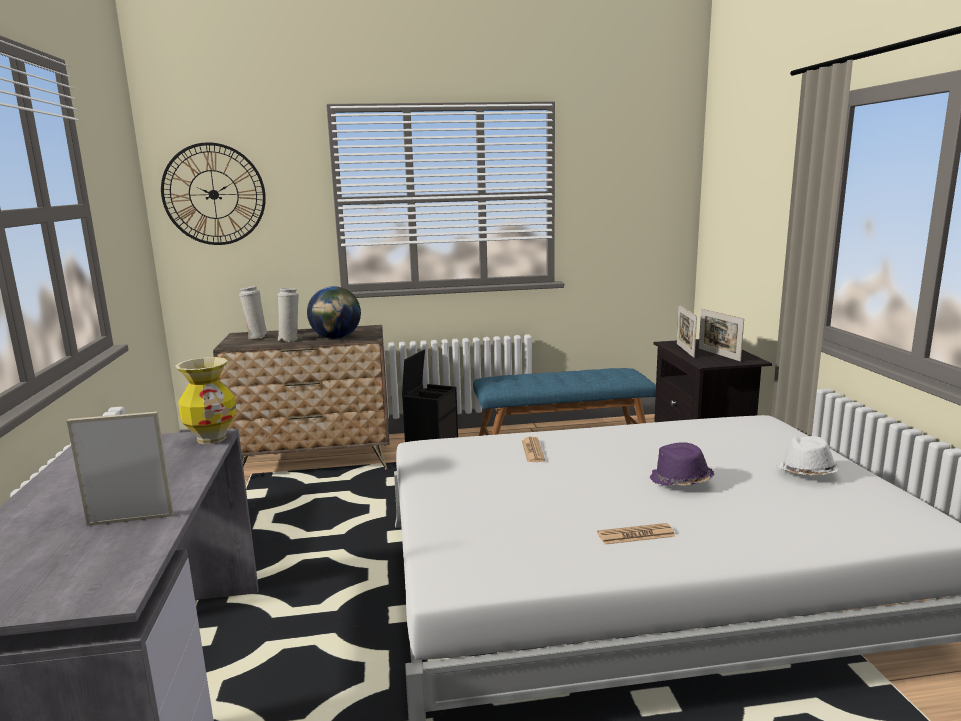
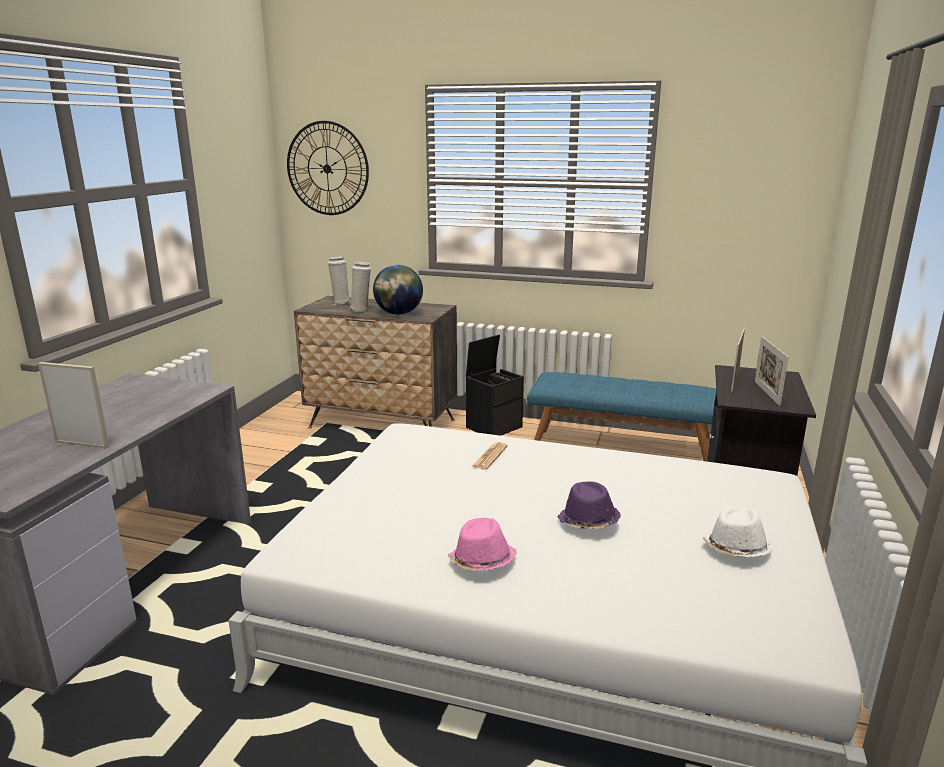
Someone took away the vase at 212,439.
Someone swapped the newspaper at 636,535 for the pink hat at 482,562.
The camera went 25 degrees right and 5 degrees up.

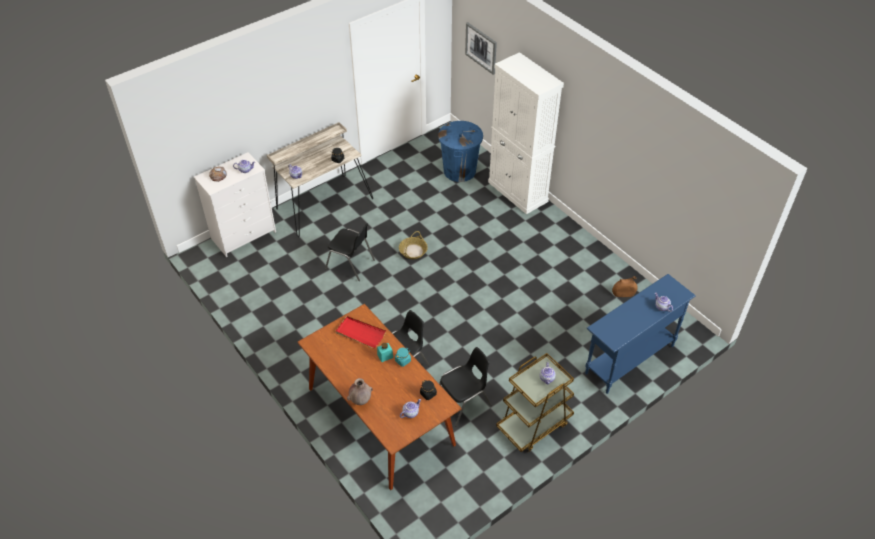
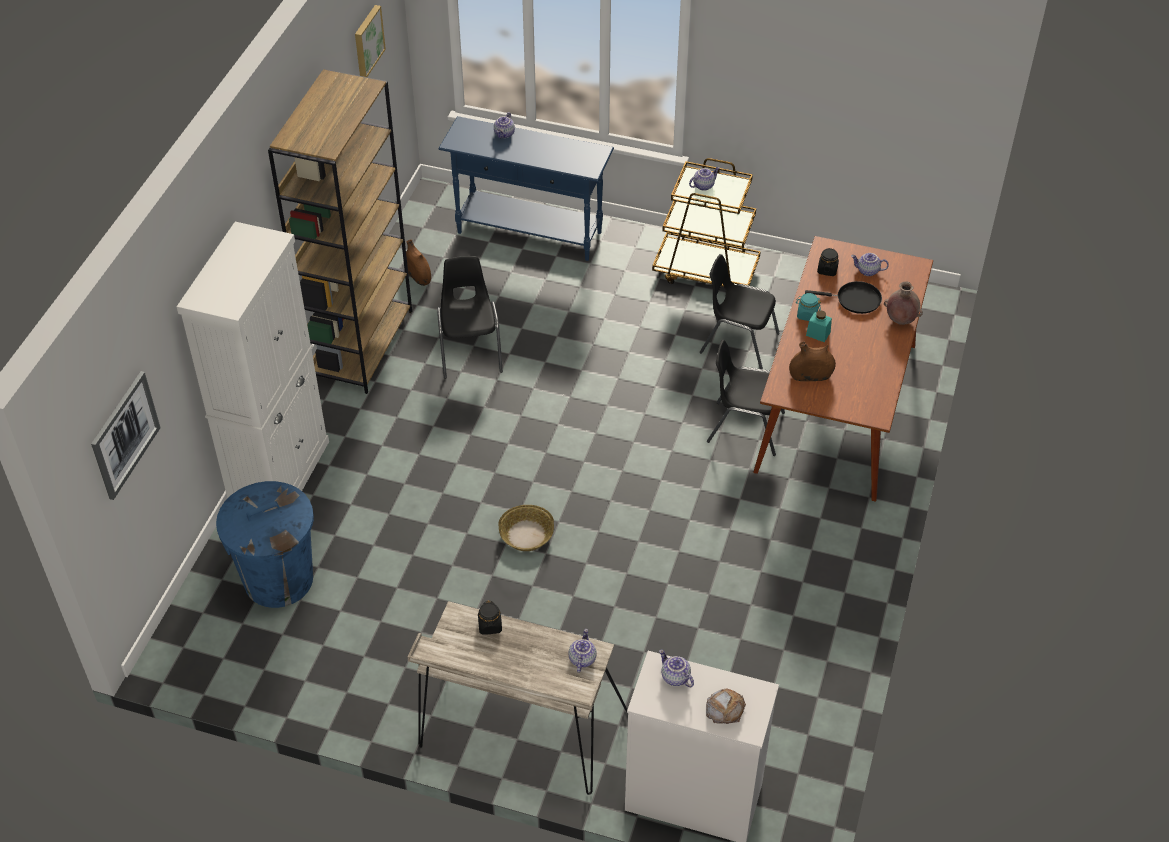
Someone carried the black chair from 351,264 to 470,351.
Someone swapped the red tray at 360,333 for the brown vase at 810,376.
Someone put up the picture at 367,41.
Someone put down the brown bookcase at 361,344.
Someone put down the black frying pan at 855,300.
The camera went 125 degrees left and 0 degrees up.

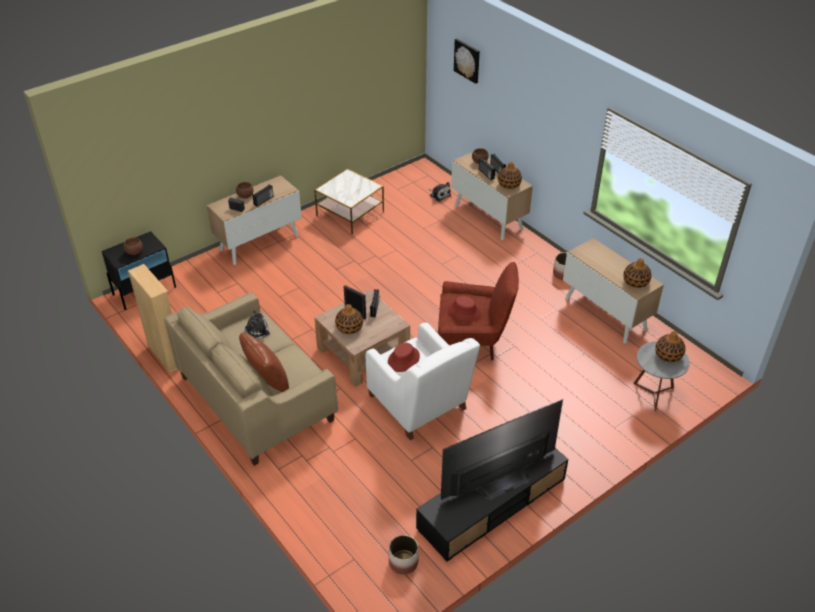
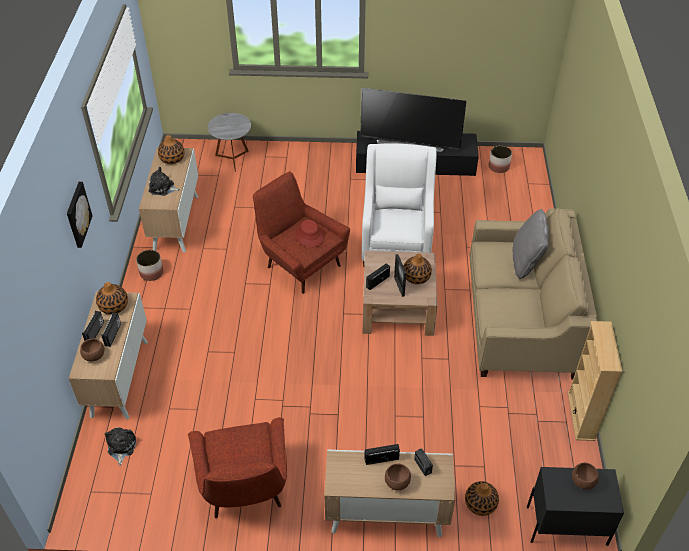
Someone carried the picture from 467,60 to 77,214.
Someone swapped the side table at 350,214 for the red armchair at 245,489.
Someone carried the plush toy from 255,331 to 163,188.
Someone carried the vase from 668,355 to 480,503.
Someone repainted the brown pillow at 267,381, which became the grey pillow at 526,262.
Someone took away the red hat at 403,359.
The camera went 140 degrees left and 5 degrees up.

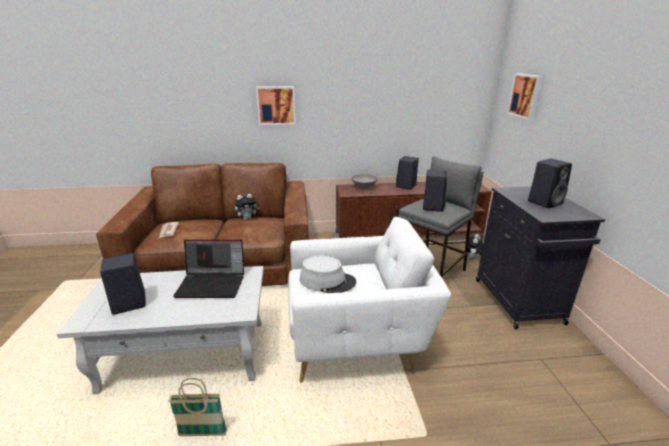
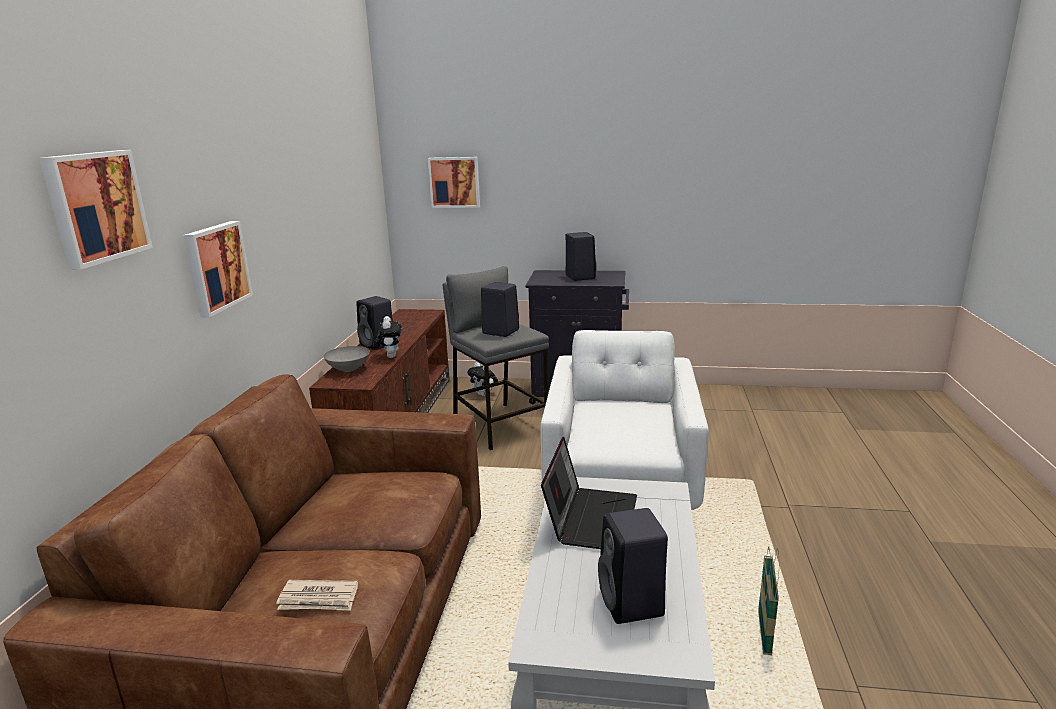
Someone carried the plush toy from 247,218 to 389,356.
Someone took away the grey hat at 327,281.
Someone put up the picture at 95,207.
The camera went 75 degrees left and 5 degrees down.

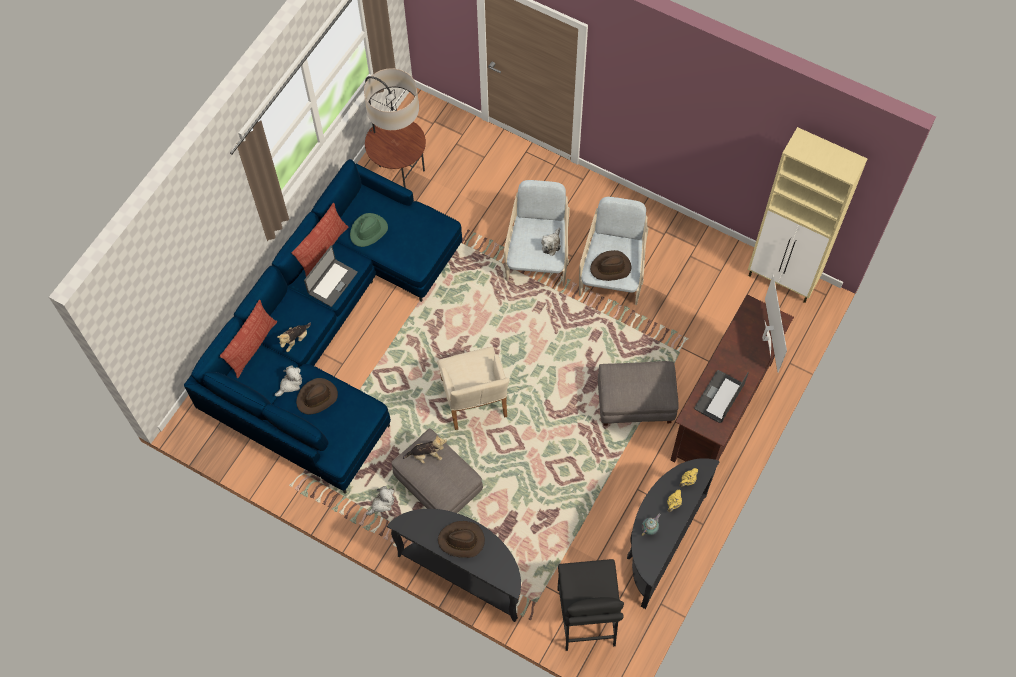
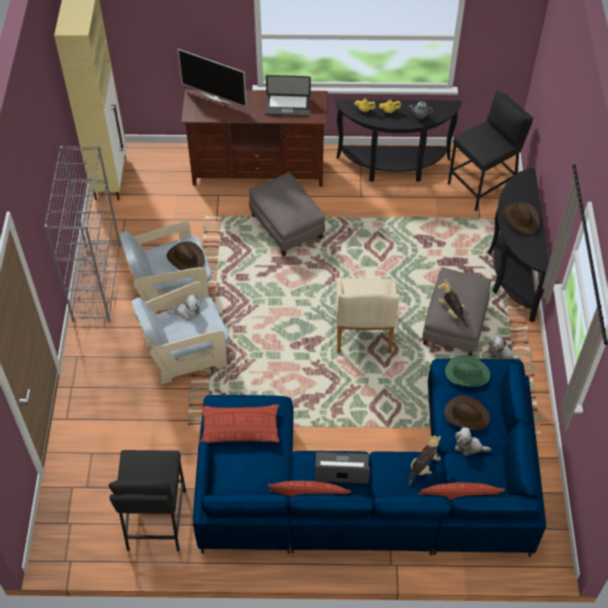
Someone swapped the floor lamp at 399,176 for the black stool at 155,520.
Someone carried the green hat from 369,231 to 467,373.
Someone rotated the television at 766,338 by 120 degrees counterclockwise.
Someone rotated the plush toy at 295,340 by 60 degrees counterclockwise.
Someone rotated the beige armchair at 475,402 by 135 degrees clockwise.
Someone put down the grey bookcase at 97,282.
Someone put down the pillow at 240,427.
The camera went 120 degrees left and 10 degrees down.

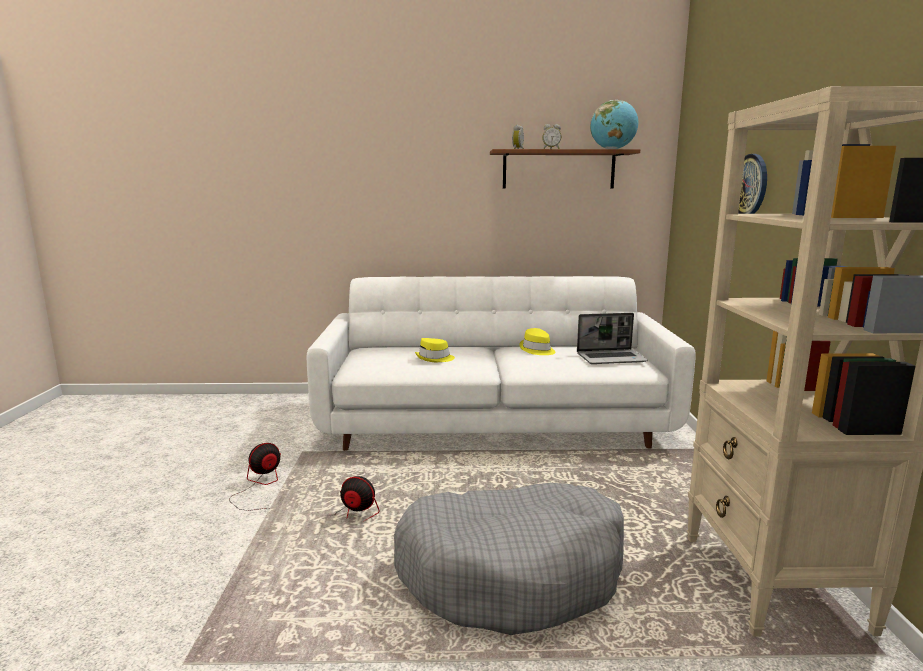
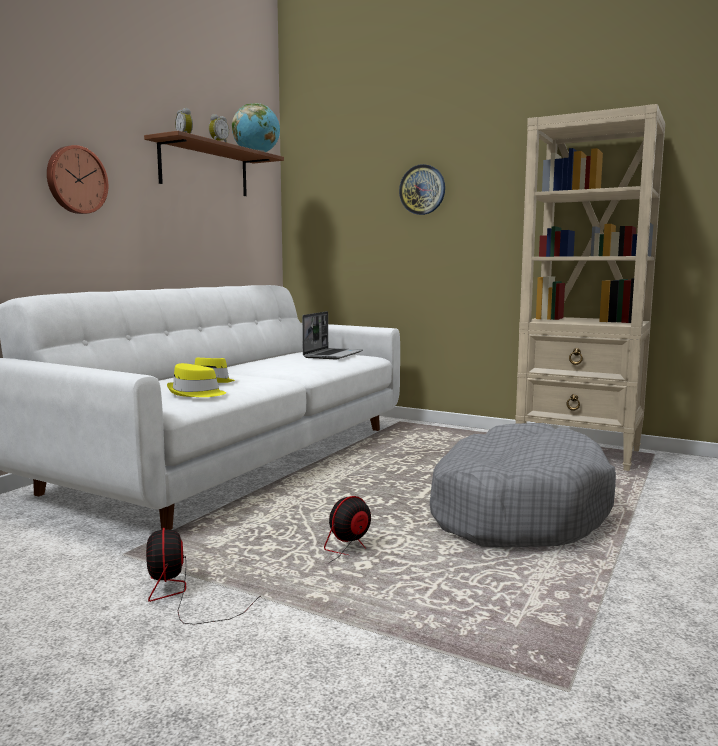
Someone carried the yellow hat from 537,350 to 196,393.
Someone put up the wall clock at 76,180.
The camera went 60 degrees left and 5 degrees down.

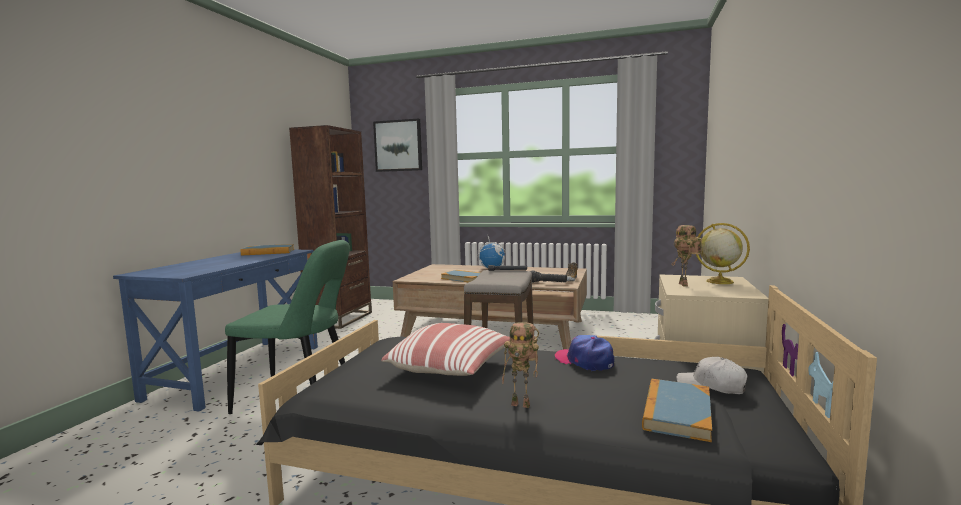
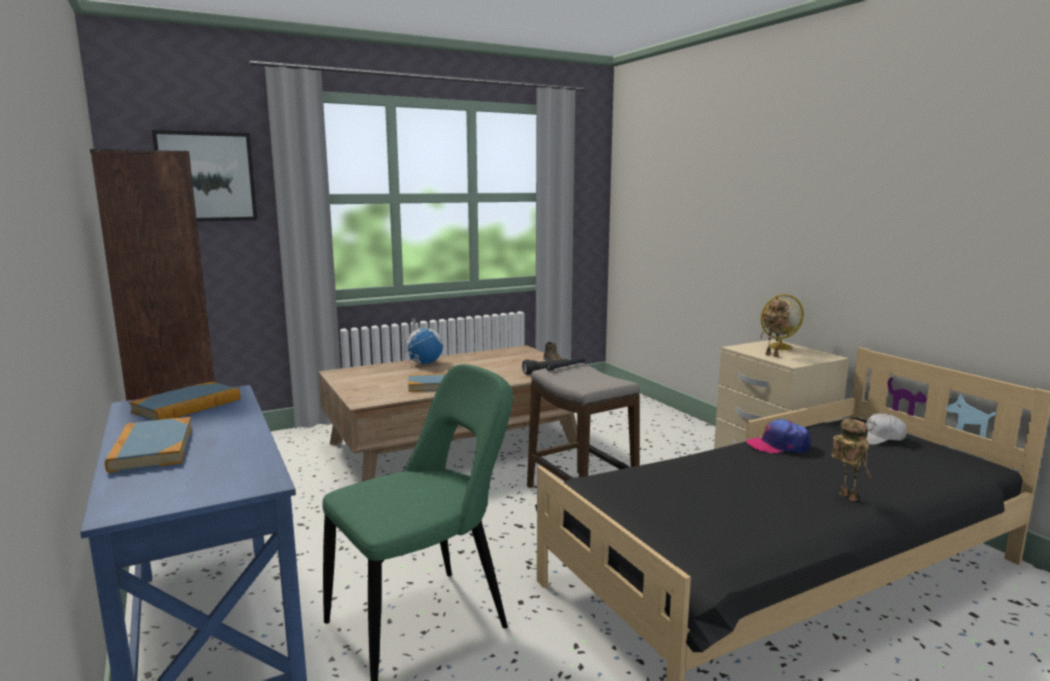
Someone rotated the toy robot at 522,404 by 90 degrees counterclockwise.
Someone took away the pillow at 452,368.
Someone carried the book from 677,412 to 152,448.
The camera went 45 degrees left and 5 degrees up.

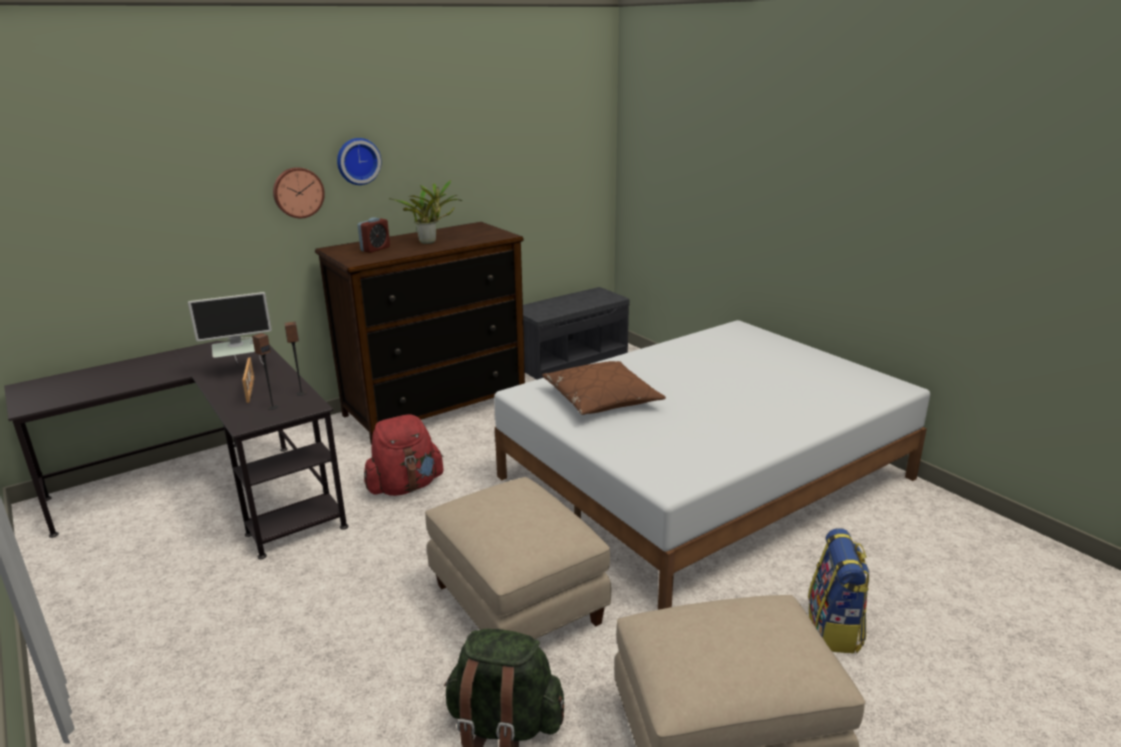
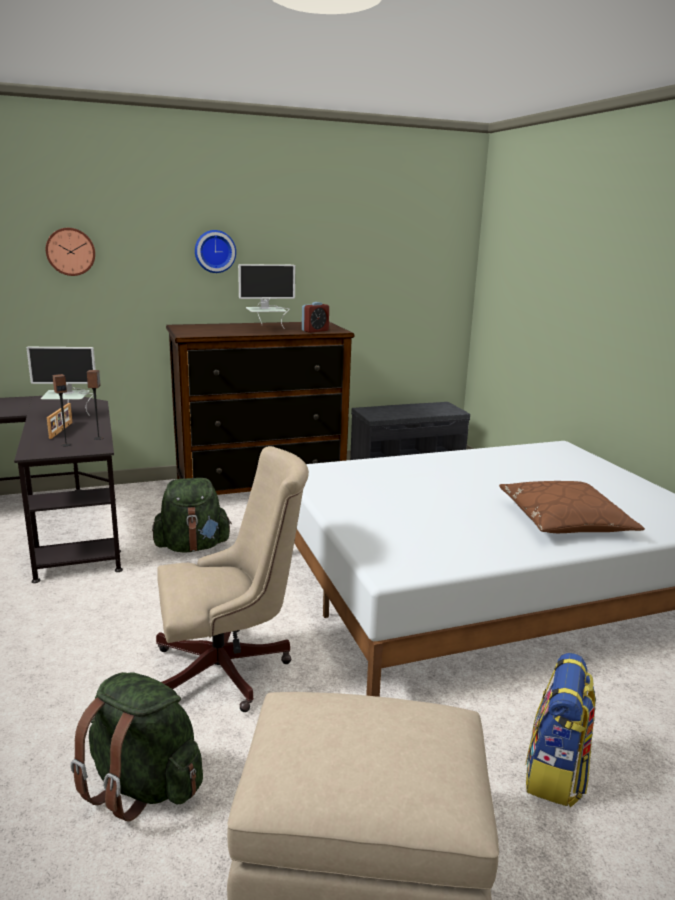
Someone carried the wall clock from 298,192 to 70,251.
Someone swapped the potted plant at 430,242 for the monitor at 266,329.
Someone carried the alarm clock from 375,249 to 315,331.
Someone carried the brown pillow from 601,399 to 564,521.
Someone repainted the red backpack at 405,487, which became the green backpack at 192,547.
Someone swapped the beige ottoman at 519,603 for the beige office chair at 230,669.
The camera went 15 degrees right and 5 degrees down.

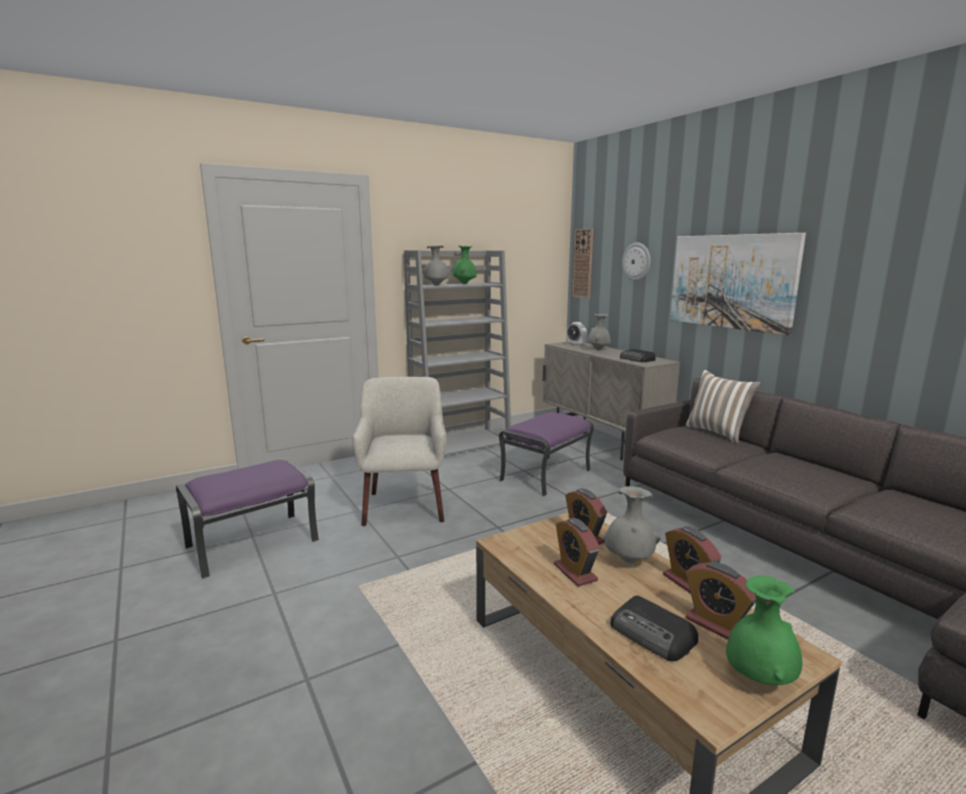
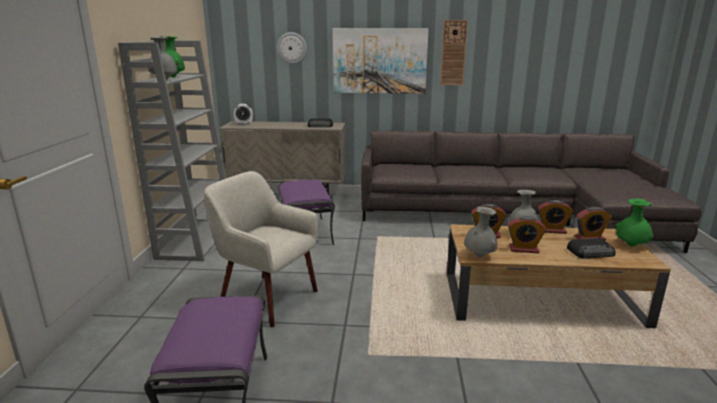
Someone carried the wall clock from 583,263 to 453,53.
Someone carried the grey vase from 598,349 to 479,256.
Someone took away the pillow at 717,432.
The camera went 55 degrees left and 5 degrees up.

